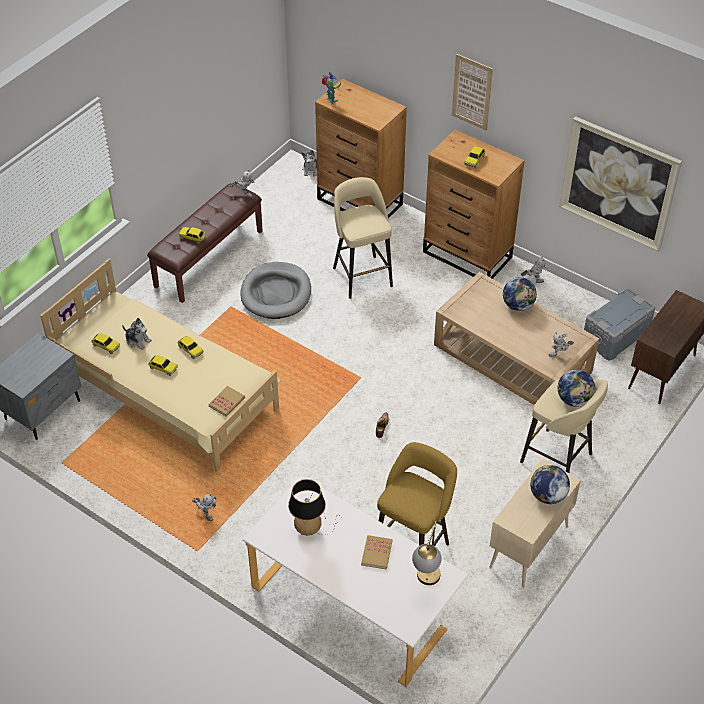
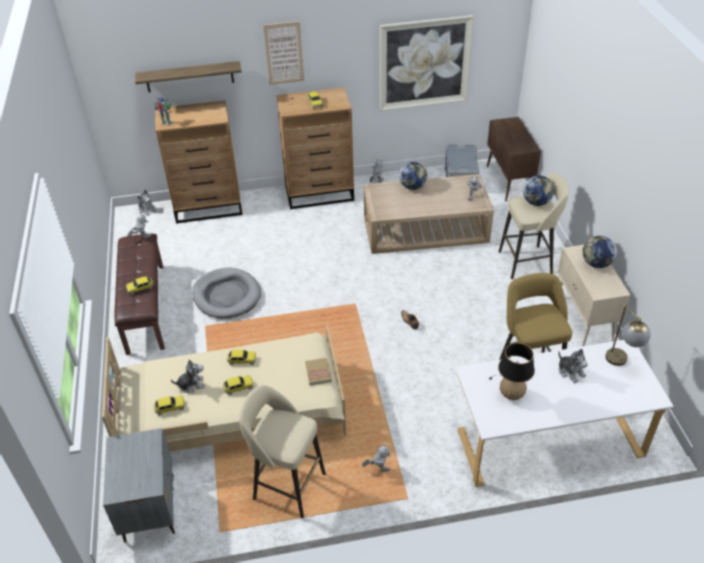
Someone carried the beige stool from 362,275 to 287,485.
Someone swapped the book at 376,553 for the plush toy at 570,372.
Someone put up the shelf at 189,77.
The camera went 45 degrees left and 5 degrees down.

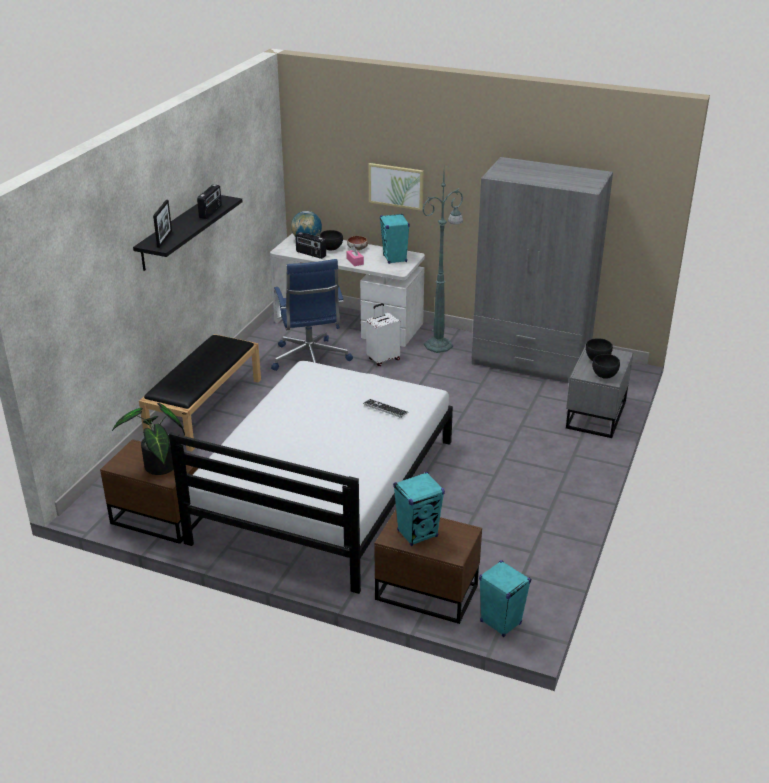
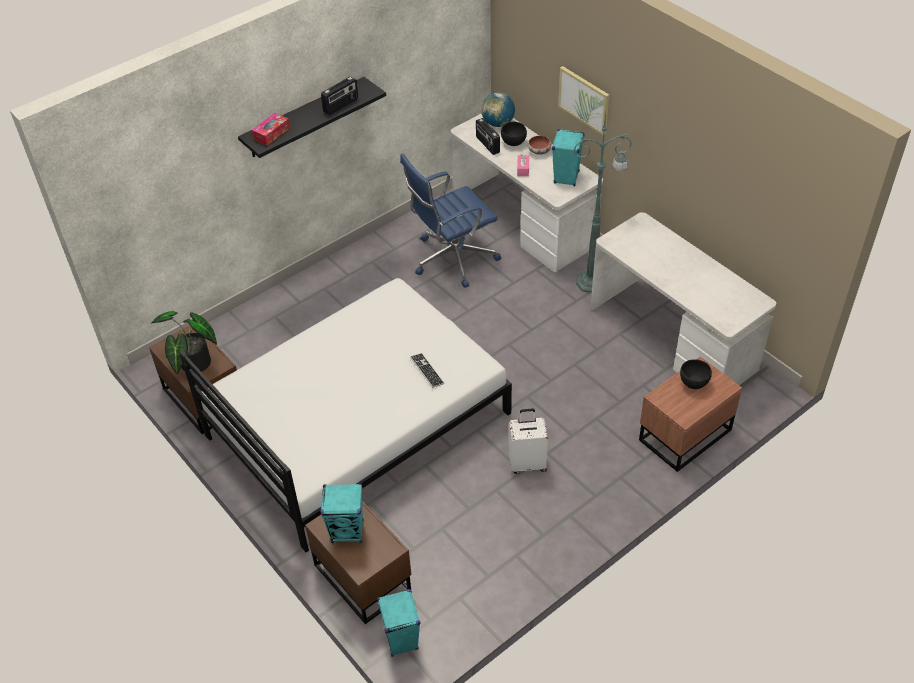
Someone swapped the grey wardrobe at 531,361 for the white desk at 672,337.
Someone swapped the picture frame at 164,239 for the tissue box at 271,133.
Someone rotated the blue office chair at 310,360 by 45 degrees clockwise.
Someone carried the white suitcase from 383,359 to 527,463.
Someone took away the black bench at 205,407.
Someone repainted the grey nightstand at 594,415, which became the brown nightstand at 683,434.
Someone took away the black bowl at 604,375.
The camera went 30 degrees right and 15 degrees up.

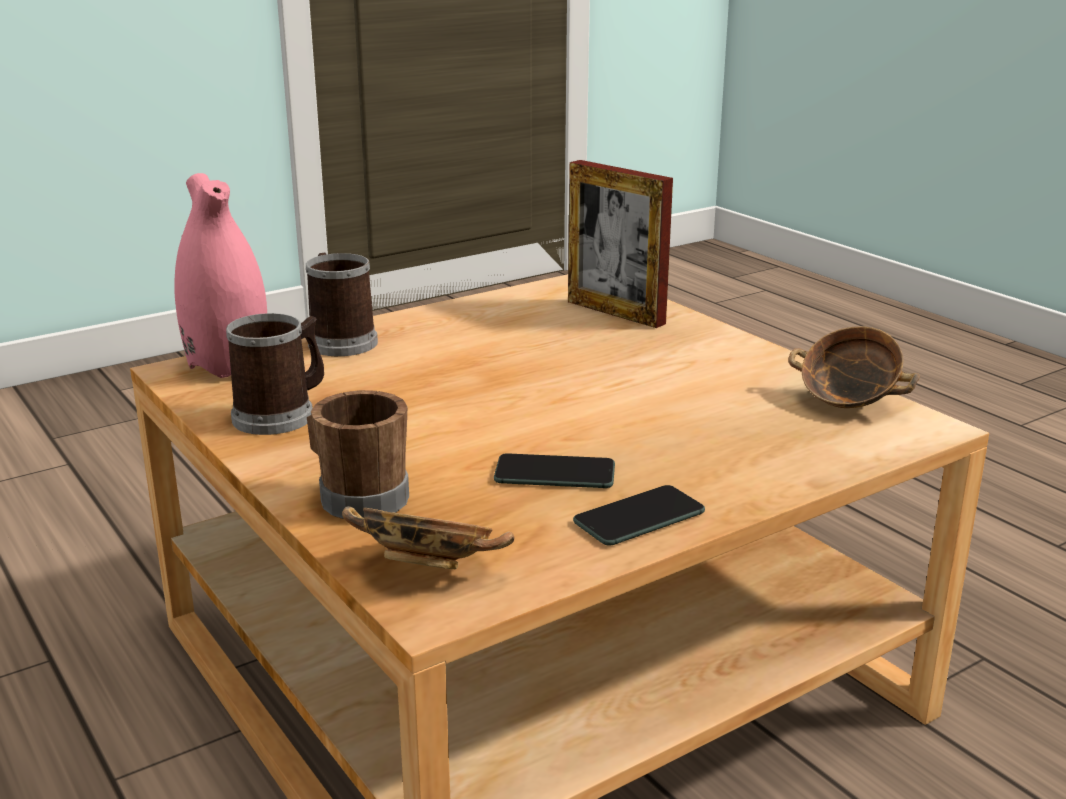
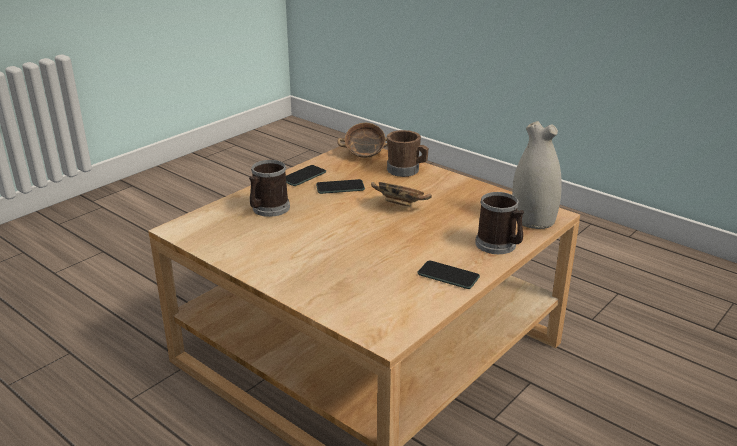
Someone took away the picture frame at 615,312.
Someone repainted the pink vase at 228,367, which became the white vase at 533,219.
Someone carried the mug from 281,415 to 268,209.
Someone carried the bowl from 847,403 to 400,206.
Someone put down the phone at 448,275.
The camera went 165 degrees right and 5 degrees up.

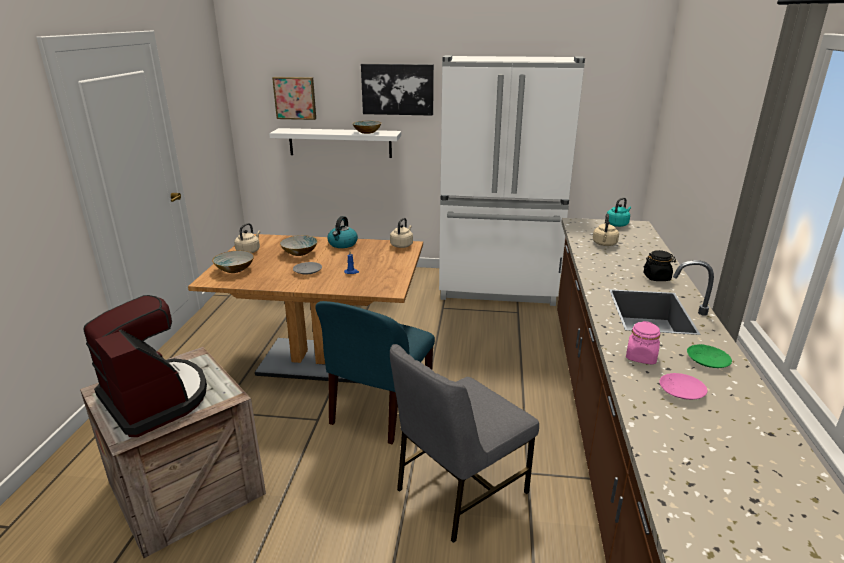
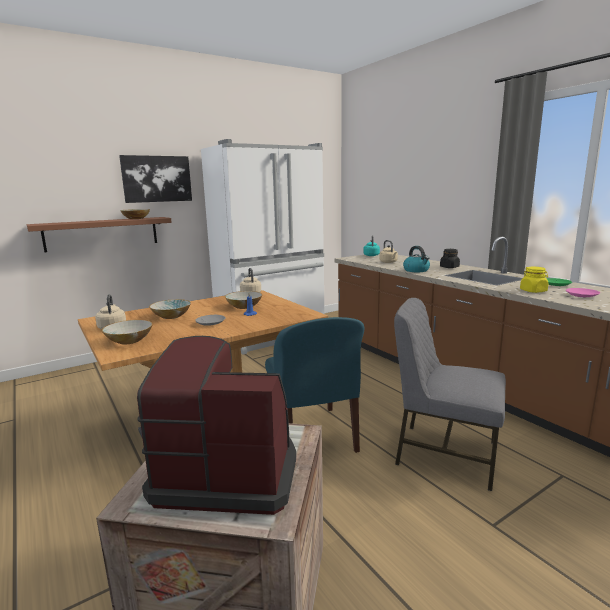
Someone took away the picture at 295,98.
Someone repainted the white shelf at 340,143, which became the brown shelf at 102,233.
Someone carried the kettle from 342,244 to 416,270.
Someone repainted the pink jar at 641,357, which became the yellow jar at 533,291.
Someone rotated the grey chair at 459,490 by 105 degrees clockwise.
Someone put down the bowl at 243,306.
The camera went 40 degrees left and 10 degrees down.

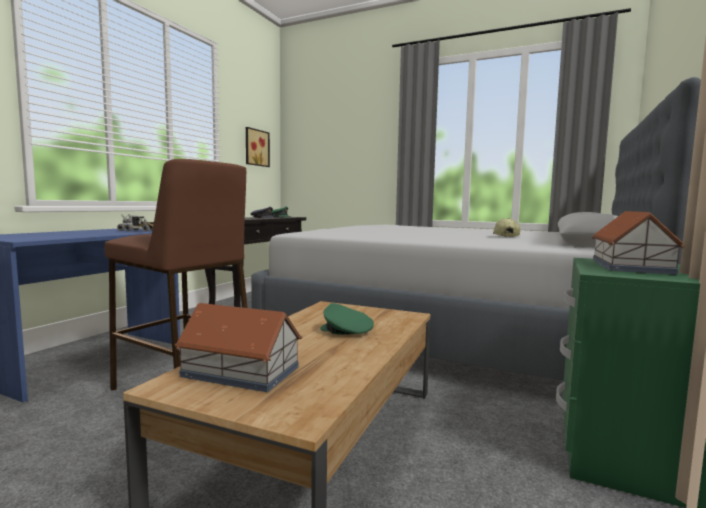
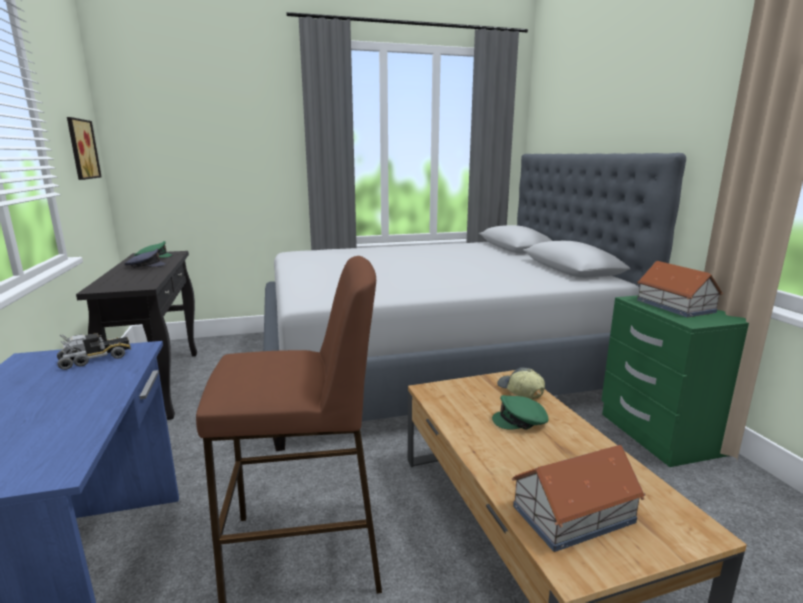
Someone carried the cap from 505,236 to 519,391.
The camera went 40 degrees left and 10 degrees up.

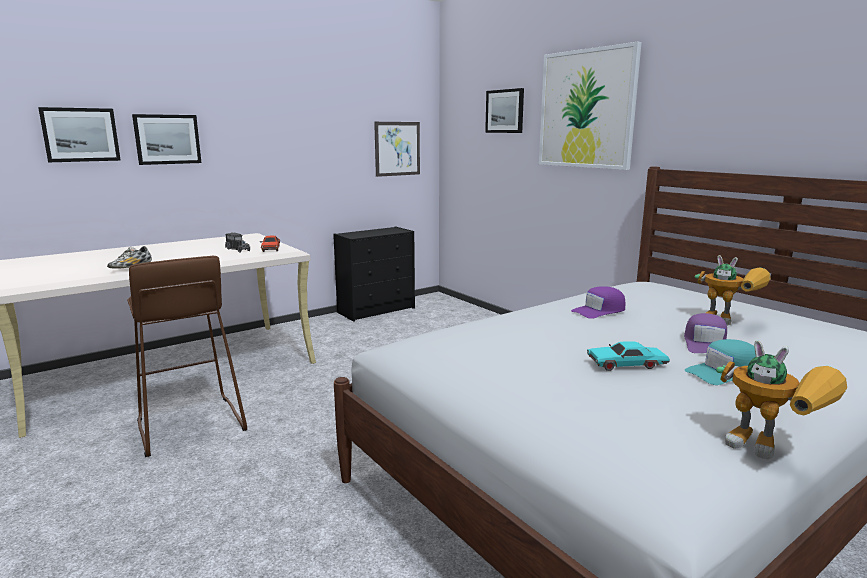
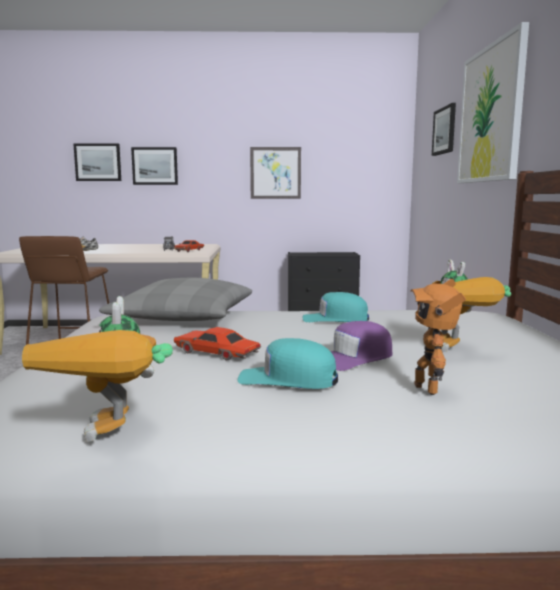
Someone carried the picture from 397,148 to 275,173.
Someone repainted the purple cap at 599,311, which became the turquoise cap at 335,319.
Someone repainted the turquoise toy car at 626,364, which became the red toy car at 217,353.
Someone put down the grey pillow at 183,318.
Someone put down the toy robot at 429,389.
The camera went 35 degrees right and 5 degrees down.

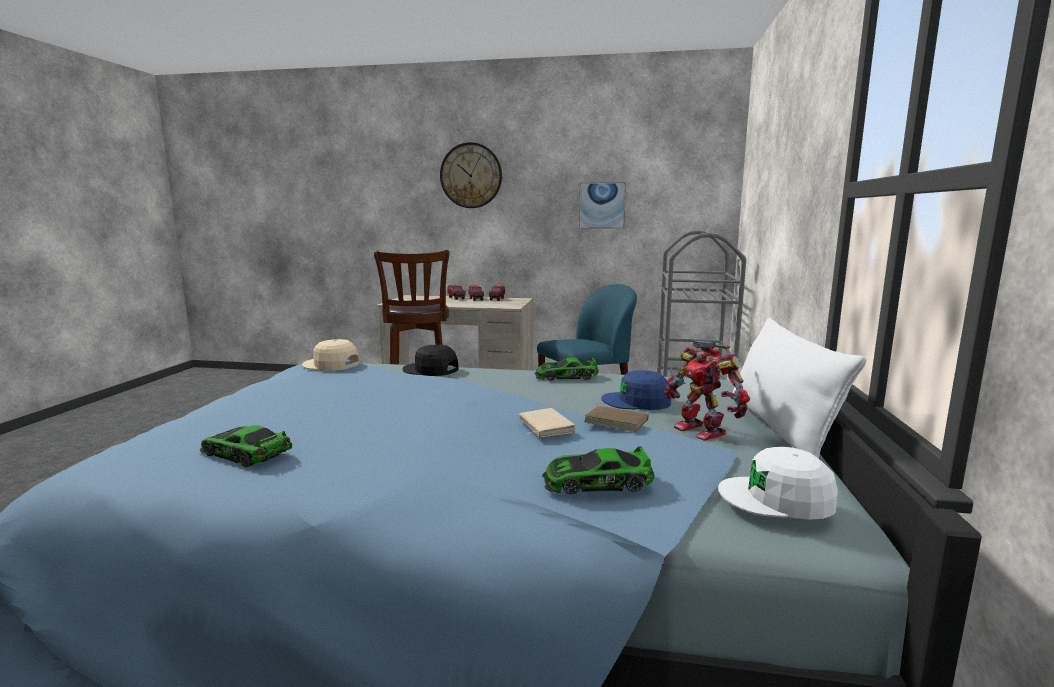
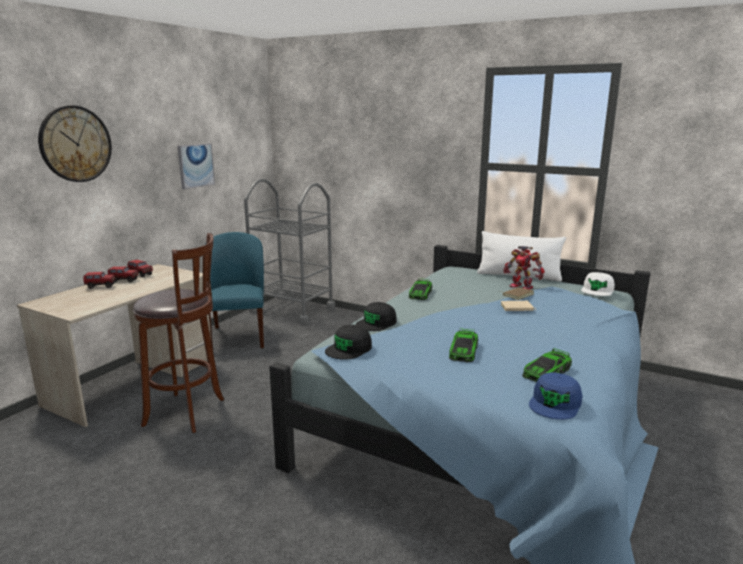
Someone repainted the beige cap at 331,364, which became the black cap at 349,349.
Someone rotated the toy robot at 702,430 by 60 degrees clockwise.
Someone carried the blue cap from 637,401 to 555,403.
Someone carried the toy car from 596,481 to 463,351.
The camera went 70 degrees left and 5 degrees up.

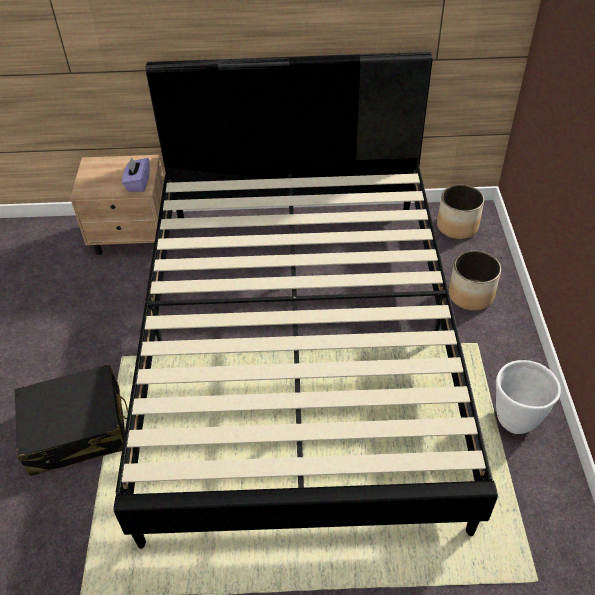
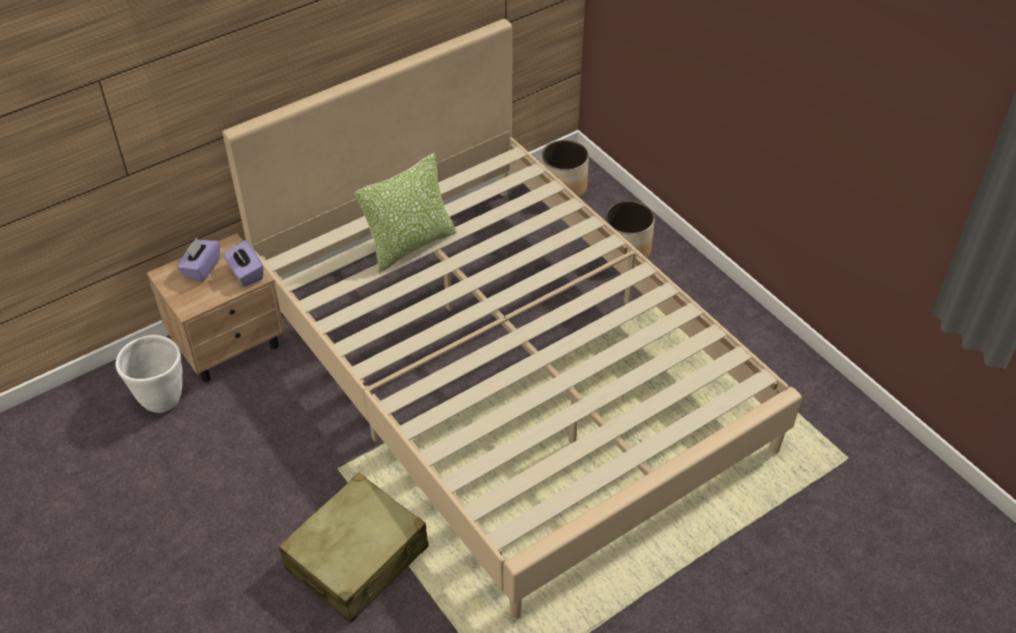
Someone repainted the black bed at 300,345, which became the beige bed at 508,370.
Someone carried the white planter from 515,419 to 161,399.
Someone repainted the black suitcase at 77,430, which became the beige suitcase at 358,558.
Someone put down the pillow at 410,245.
Someone put down the purple tissue box at 201,268.
The camera went 35 degrees left and 0 degrees up.

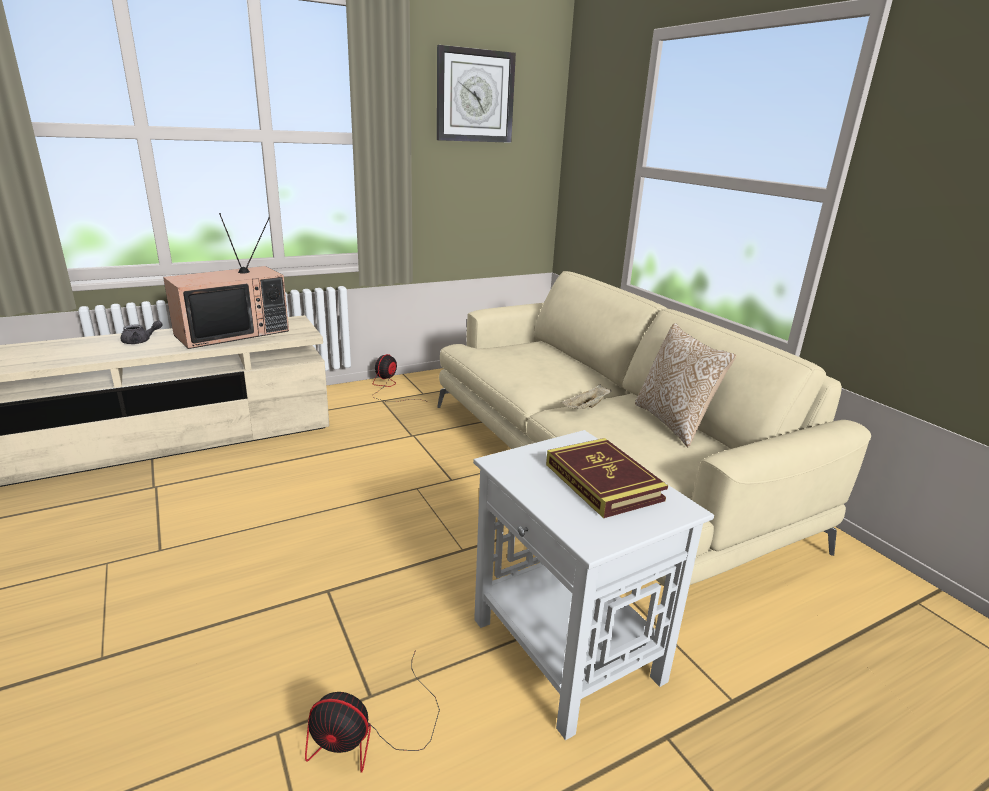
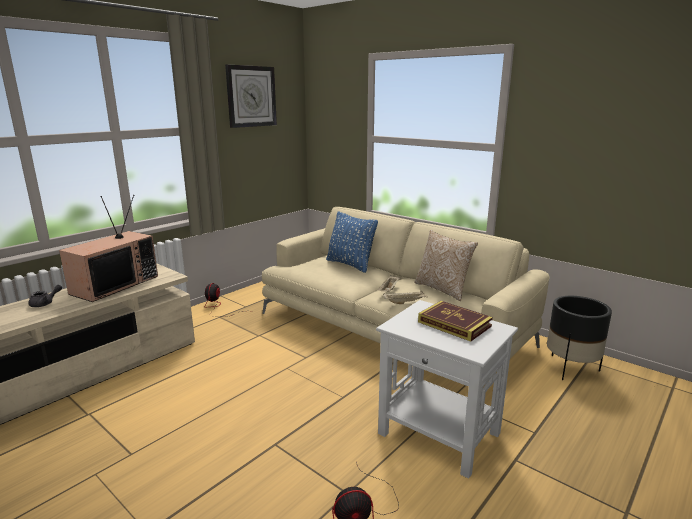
Someone put down the blue pillow at 350,264.
Someone put down the beige tray at 405,302.
Someone put down the black planter at 571,368.
The camera went 20 degrees left and 5 degrees down.

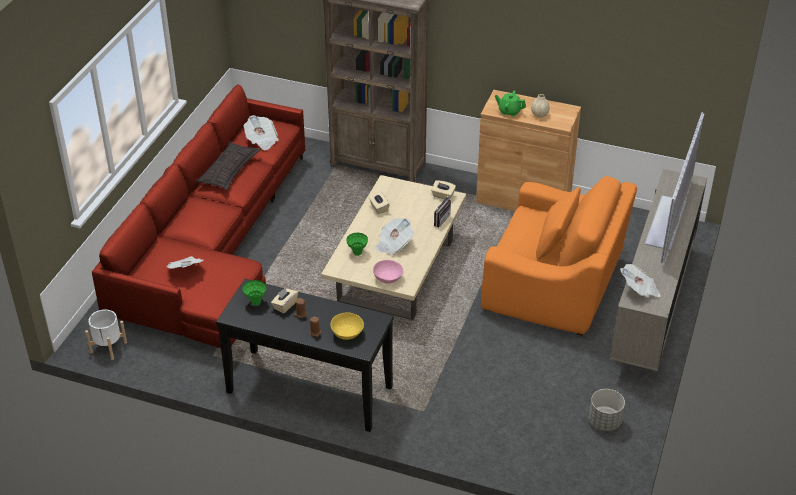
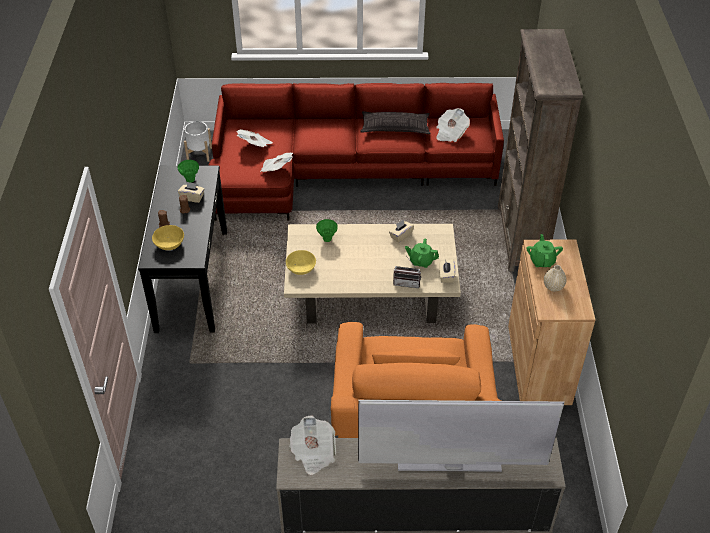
Someone carried the newspaper from 393,244 to 276,169.
Someone repainted the pink bowl at 388,278, which became the yellow bowl at 301,269.
Someone took away the grey planter at 604,422.
Someone put down the green teapot at 421,261.
The camera went 70 degrees right and 5 degrees up.

